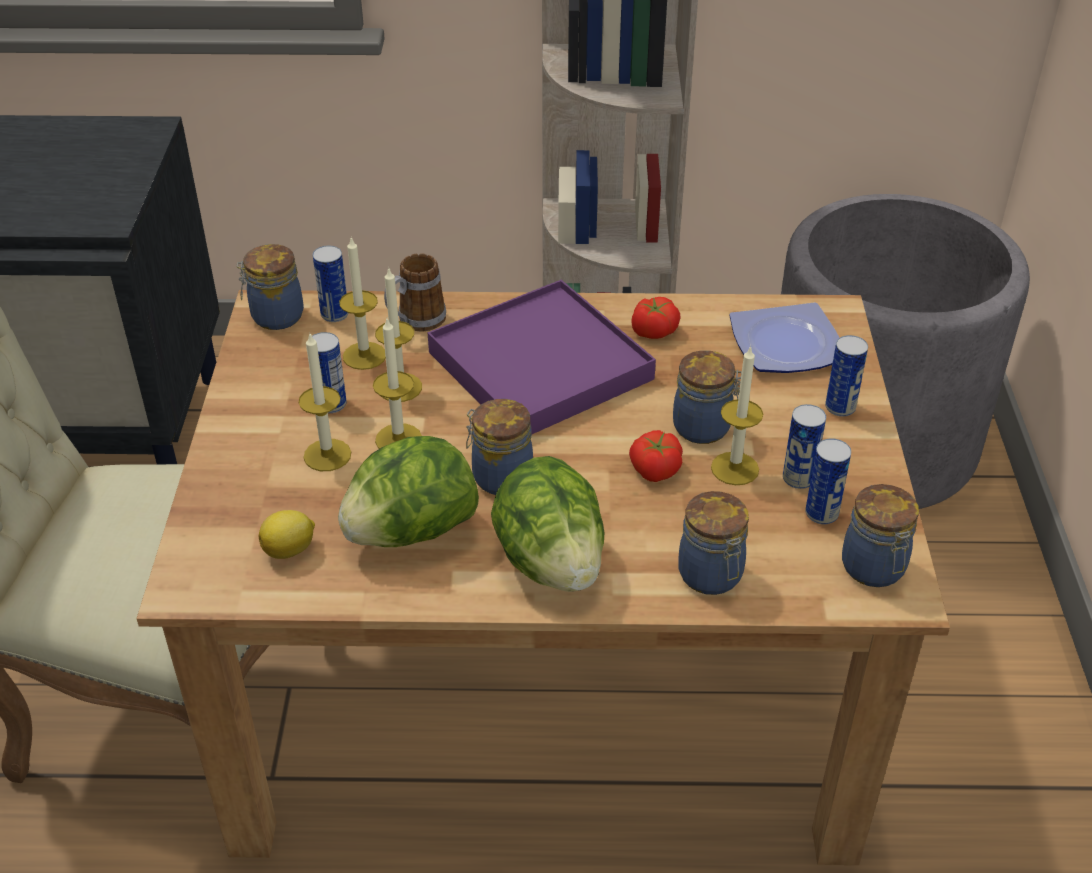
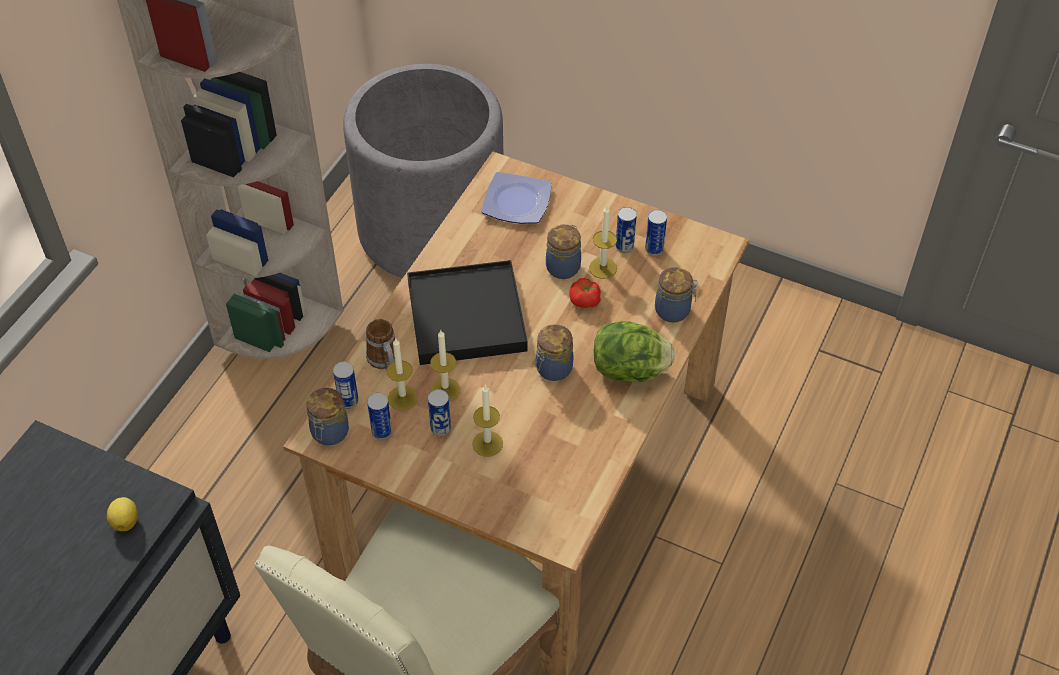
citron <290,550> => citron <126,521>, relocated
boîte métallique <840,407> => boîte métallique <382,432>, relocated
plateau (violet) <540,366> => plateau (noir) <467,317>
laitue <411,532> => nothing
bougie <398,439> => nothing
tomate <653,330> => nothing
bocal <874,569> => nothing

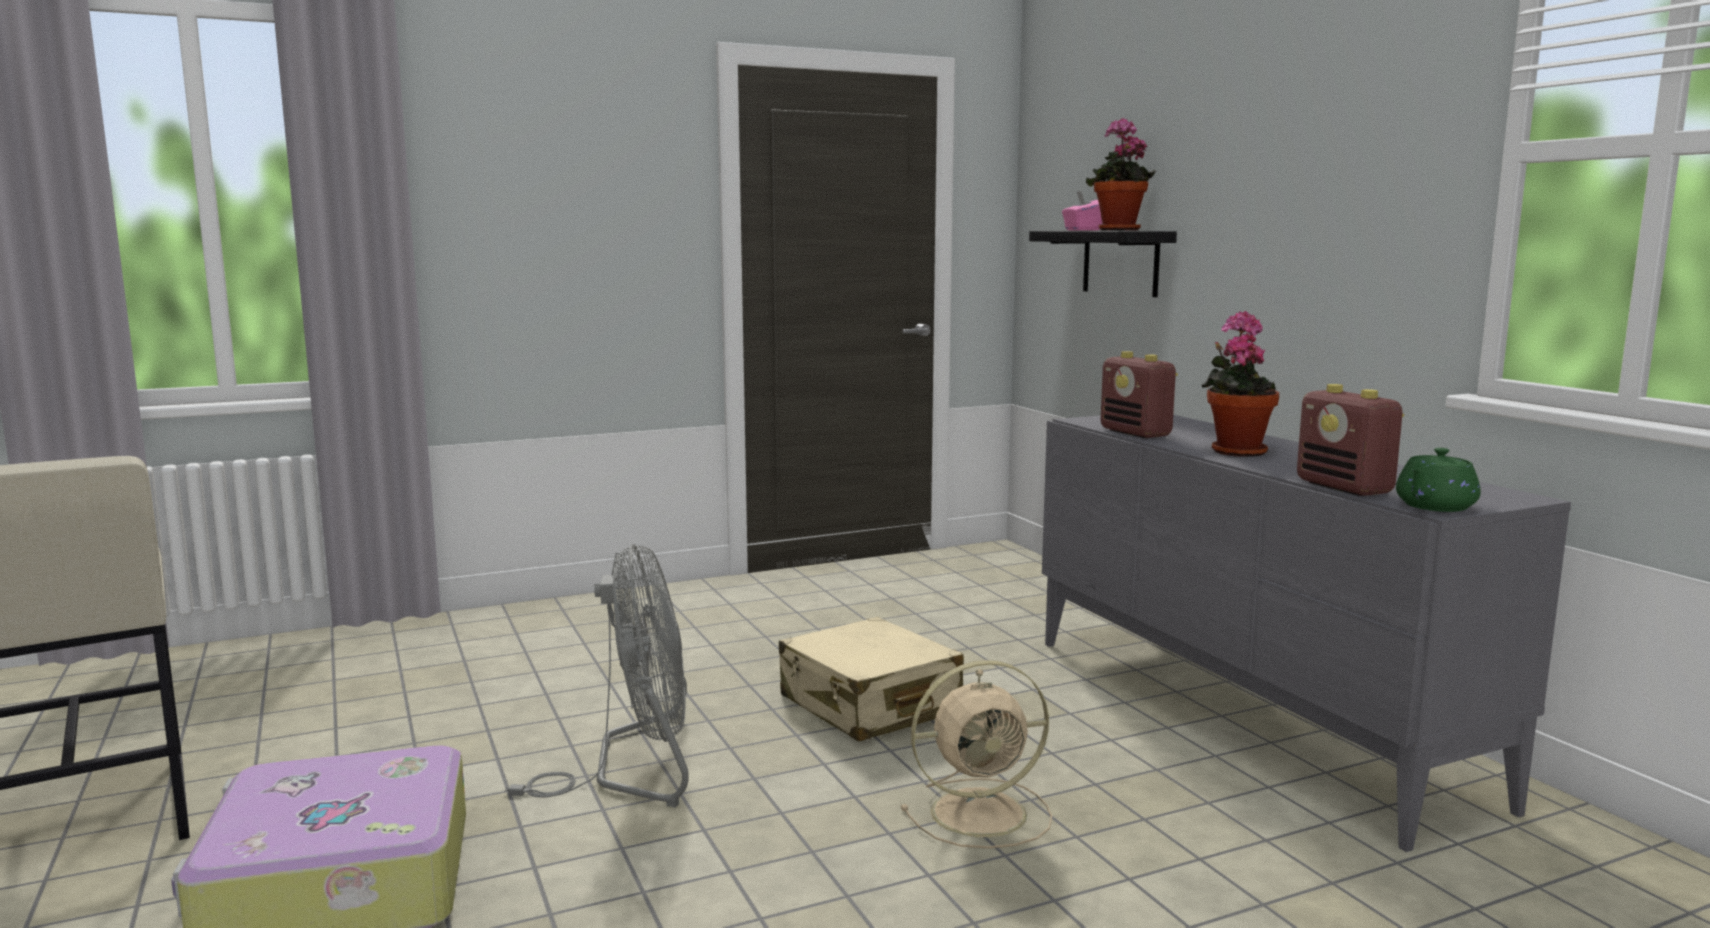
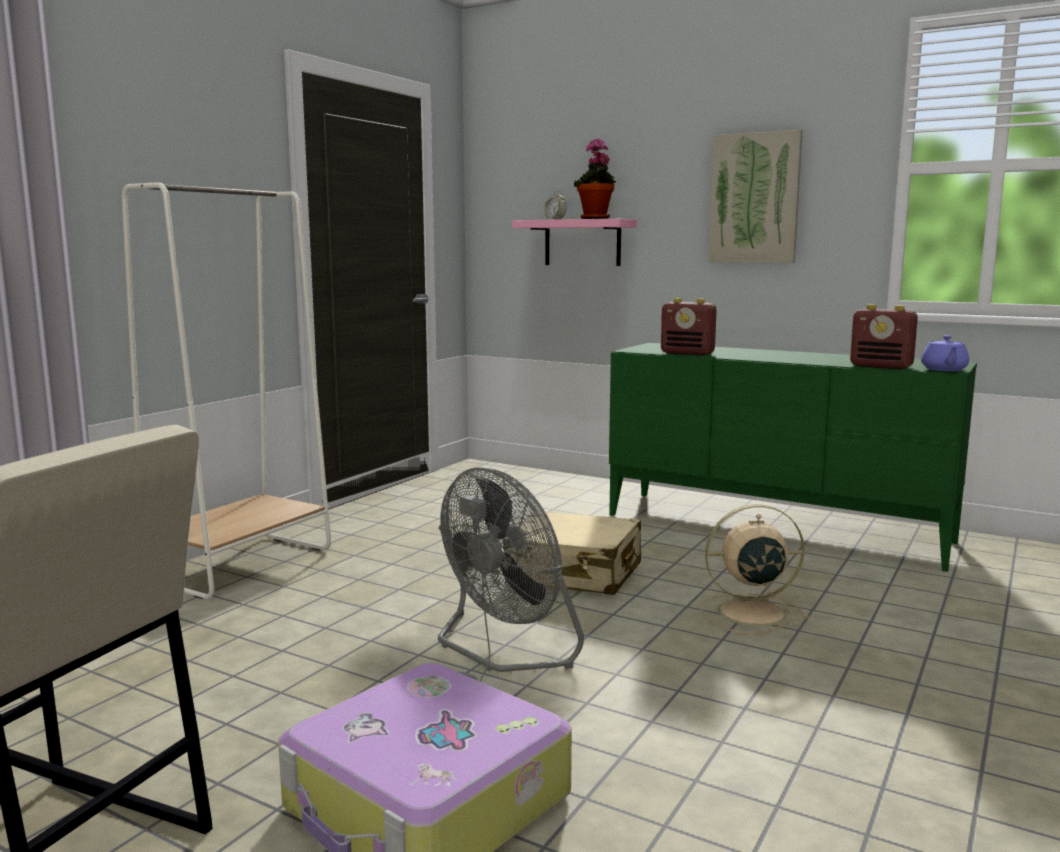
nothing => portant <241,566>
étagère (noir) <1120,262> => étagère (rose) <582,243>
boîte à mouchoirs (rose) <1082,230> => réveil <555,219>
commode (gris) <1247,716> => commode (vert) <777,528>
ventilateur (beige) <983,813> => ventilateur (beige) <748,613>, 135 degrees counterclockwise
nothing => tableau <755,198>
théière (vert) <1434,507> => théière (violet) <944,370>
plante en pot <1236,451> => nothing

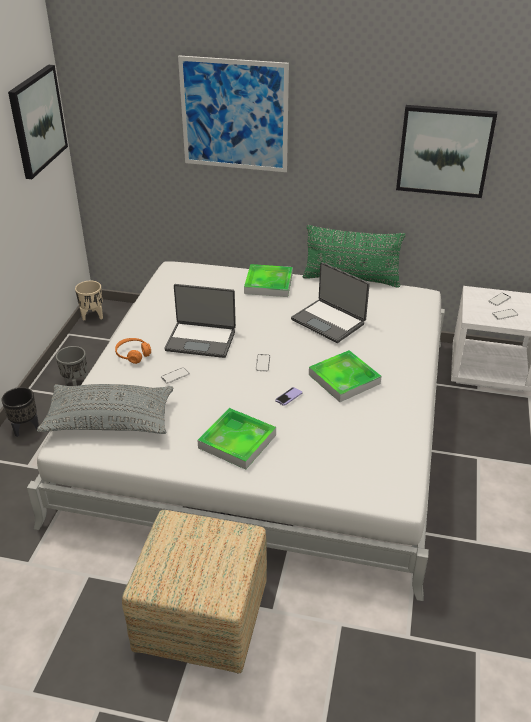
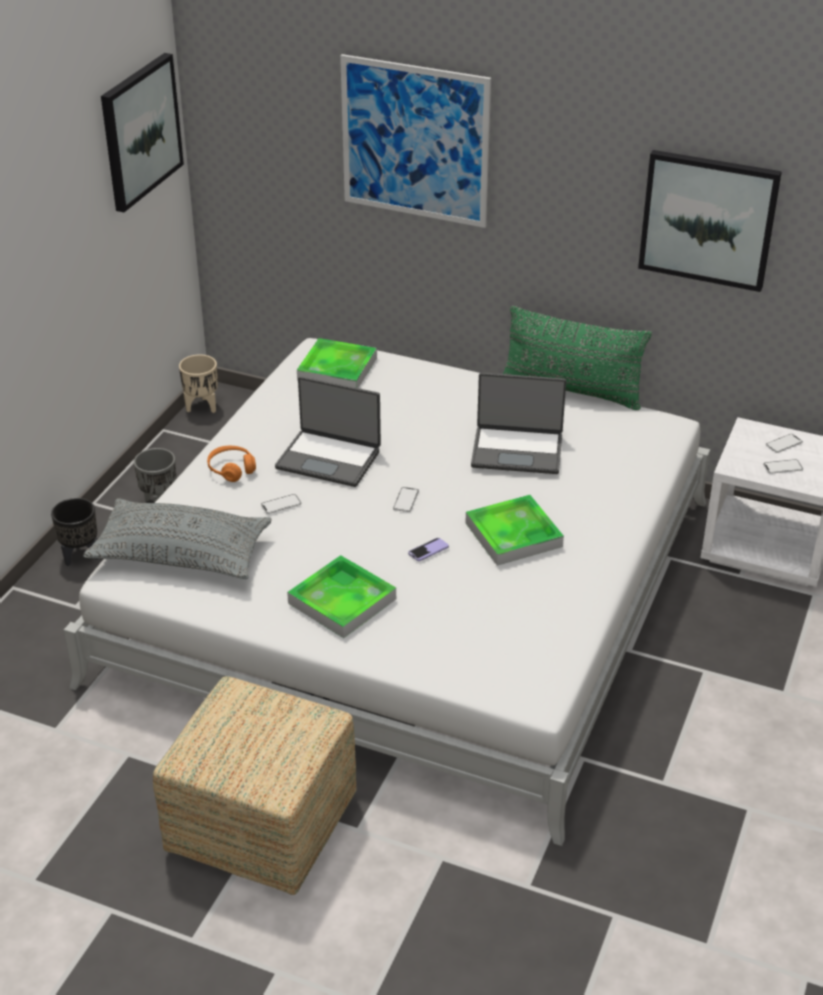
plateau <268,284> => plateau <337,369>, relocated
ordinateur portable <329,321> => ordinateur portable <517,450>, 45 degrees counterclockwise

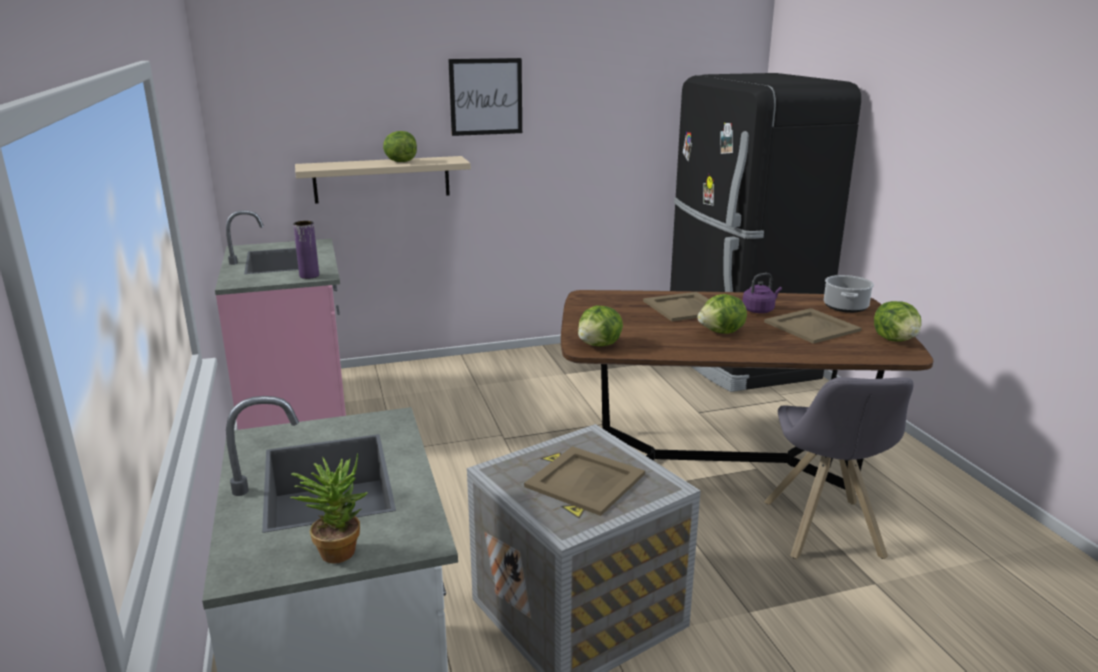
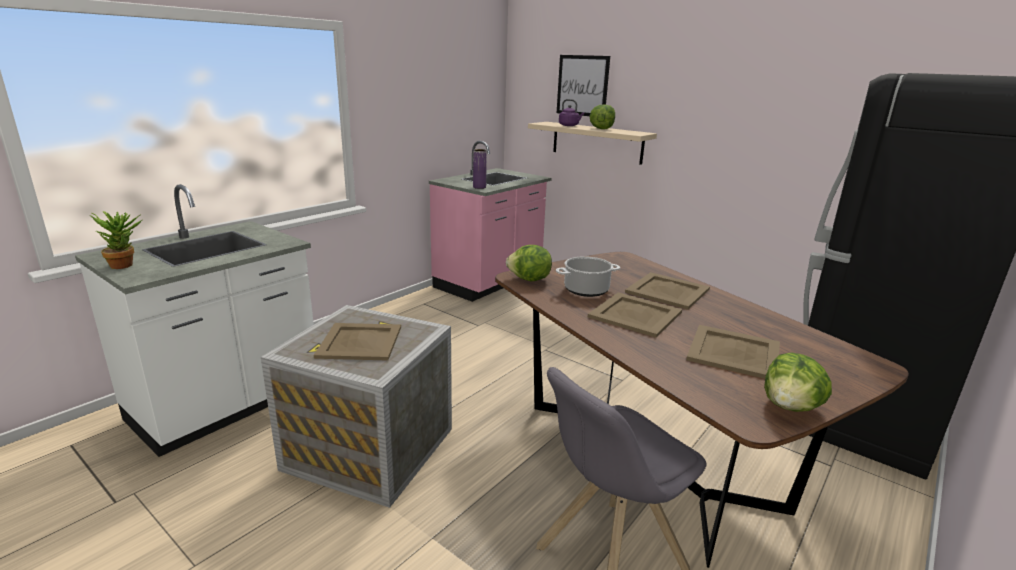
marmite <845,307> => marmite <586,290>, relocated
tableau <486,97> => tableau <582,85>, relocated
bouilloire (violet) <759,310> => bouilloire (violet) <569,125>, relocated
laitue <722,332> => plateau (beige) <635,315>

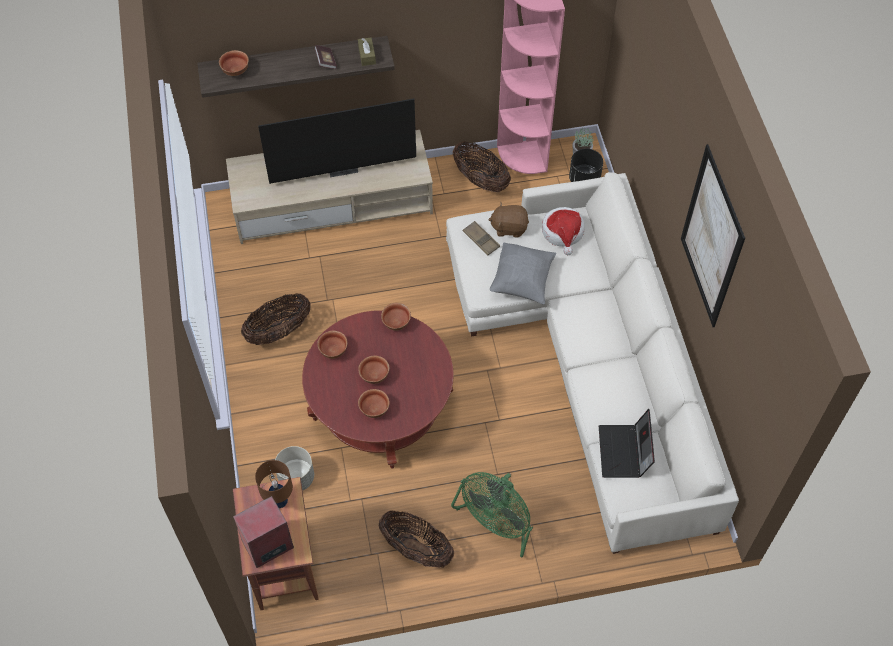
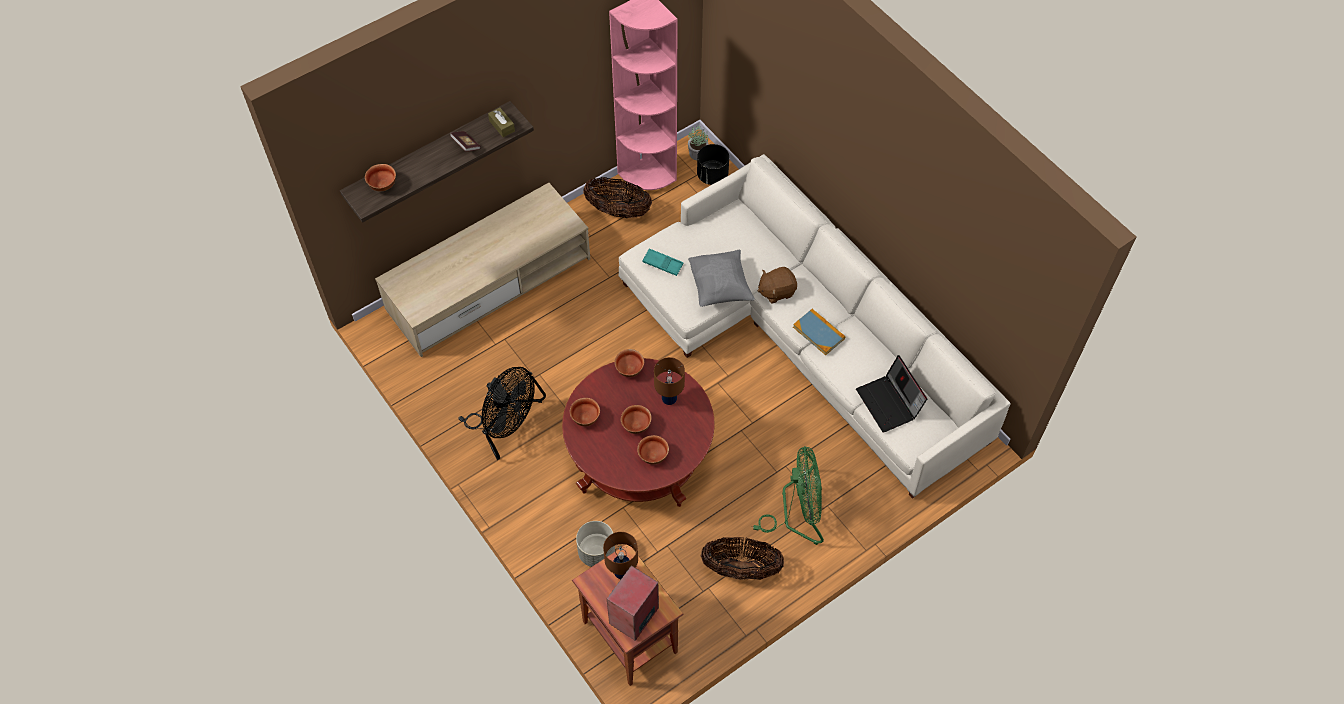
panier <279,331> => ventilateur (noir) <504,424>
plateau (marron) <481,240> => plateau (turquoise) <662,264>
nothing => lampe de table (marron) <669,398>
ventilateur (vert) <496,517> => ventilateur (vert) <796,510>, 105 degrees counterclockwise
peluche (marron) <509,227> => peluche (marron) <776,291>, relocated
nothing => livre <818,333>
téléviseur <343,167> => nothing
chapeau <563,232> => nothing
tableau <711,238> => nothing

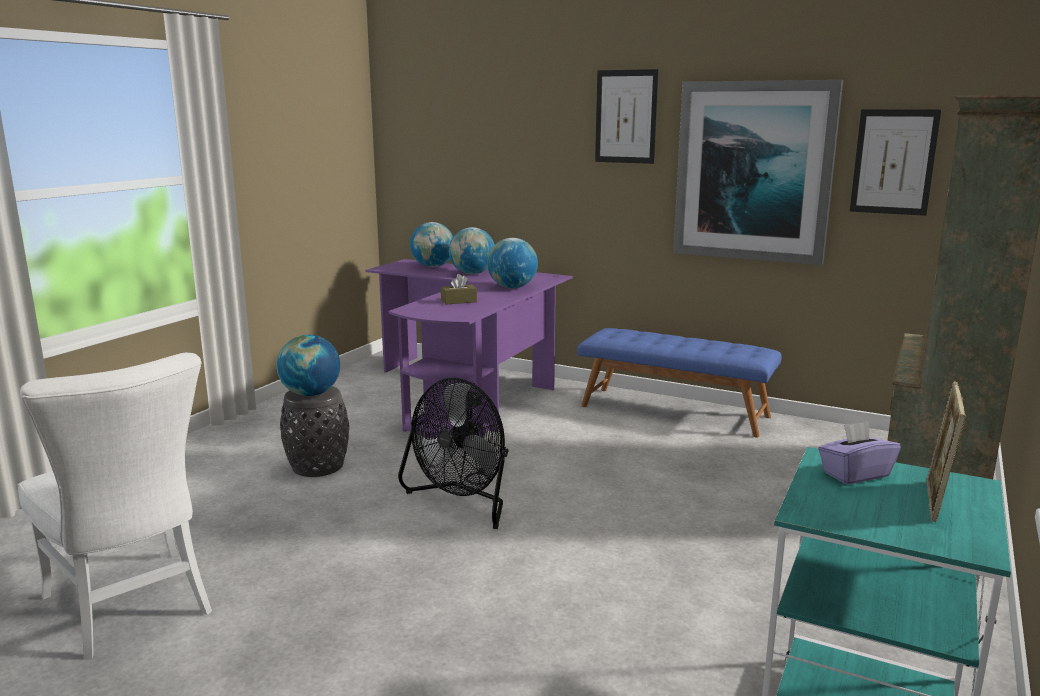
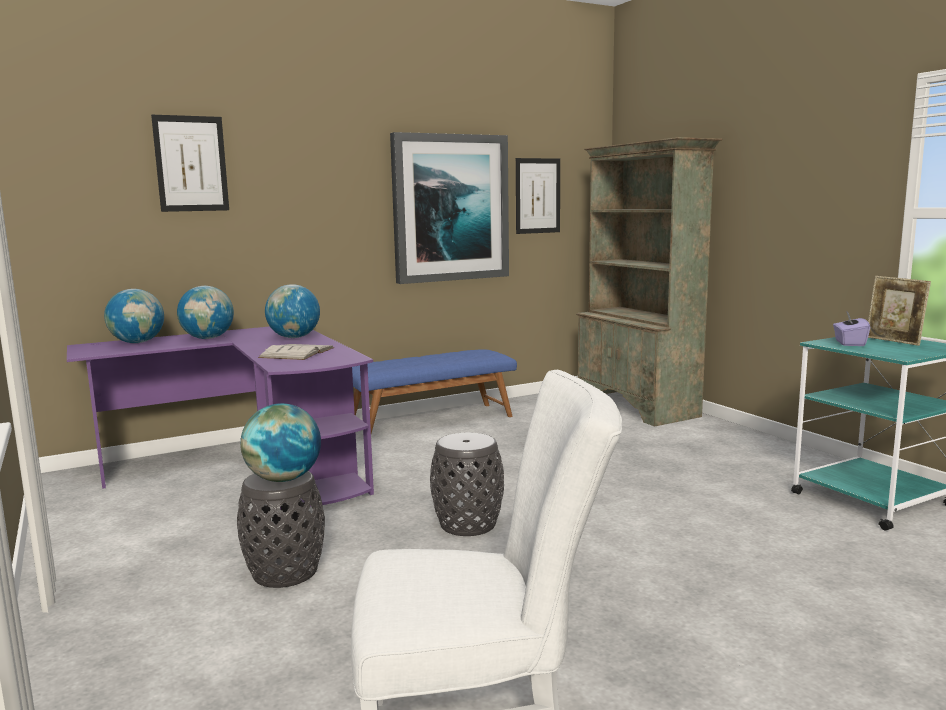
tableau <626,116> => tableau <191,164>, relocated
boîte à mouchoirs (marron) <459,301> => livre (blanc) <297,352>
ventilateur (noir) <463,499> => tabouret (gris) <468,524>

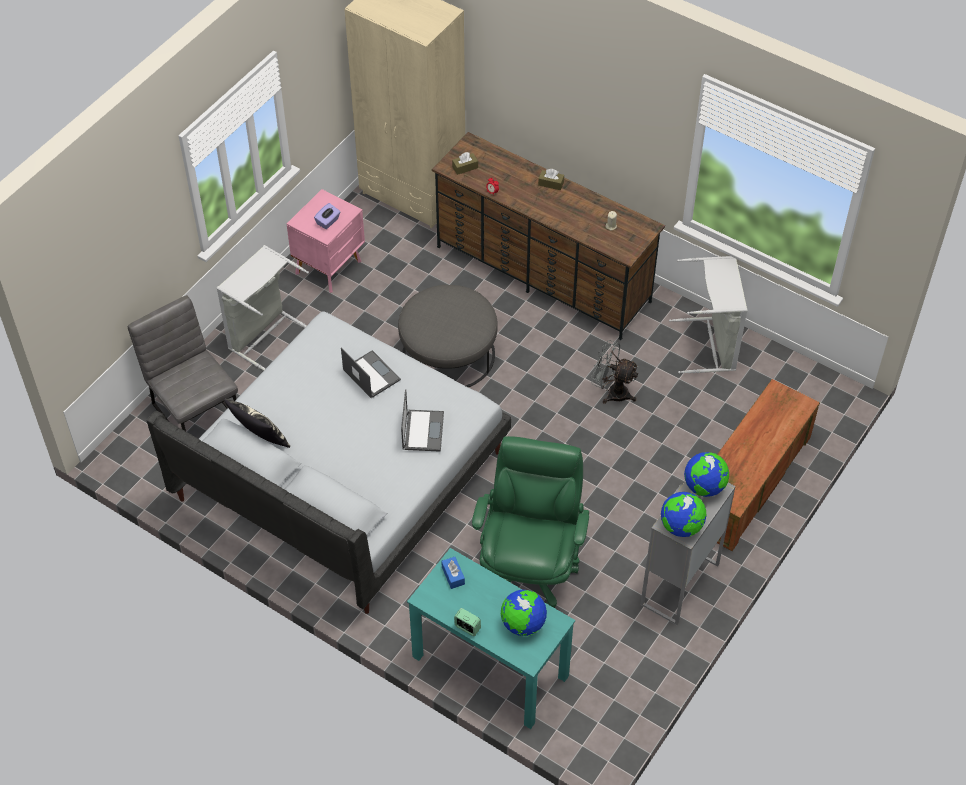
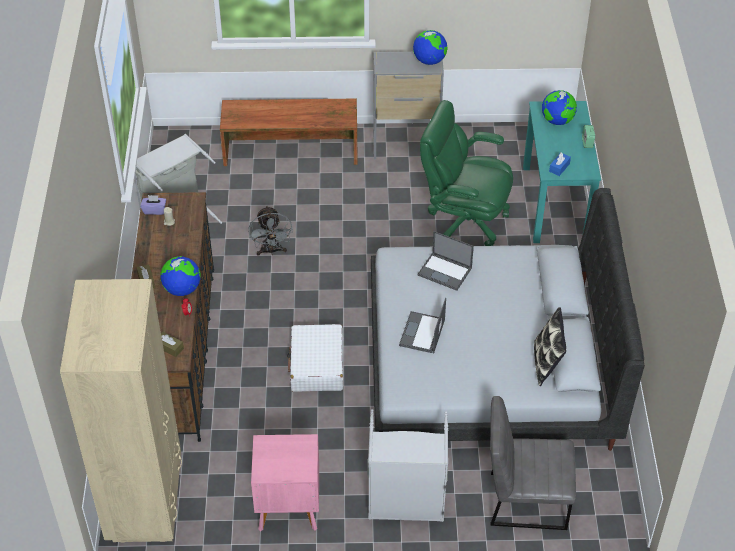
boîte à mouchoirs (violet) <328,221> => boîte à mouchoirs (violet) <154,210>, relocated
globe <704,487> => globe <182,289>, relocated
pouf (gris) <448,354> => valise (blanc) <317,365>
ordinateur portable <423,430> => ordinateur portable <445,271>, 120 degrees counterclockwise
chaise de bureau (vert) <530,567> => chaise de bureau (vert) <464,221>, 45 degrees clockwise
chaise (gris) <195,411> => chaise (gris) <525,500>, 75 degrees clockwise

